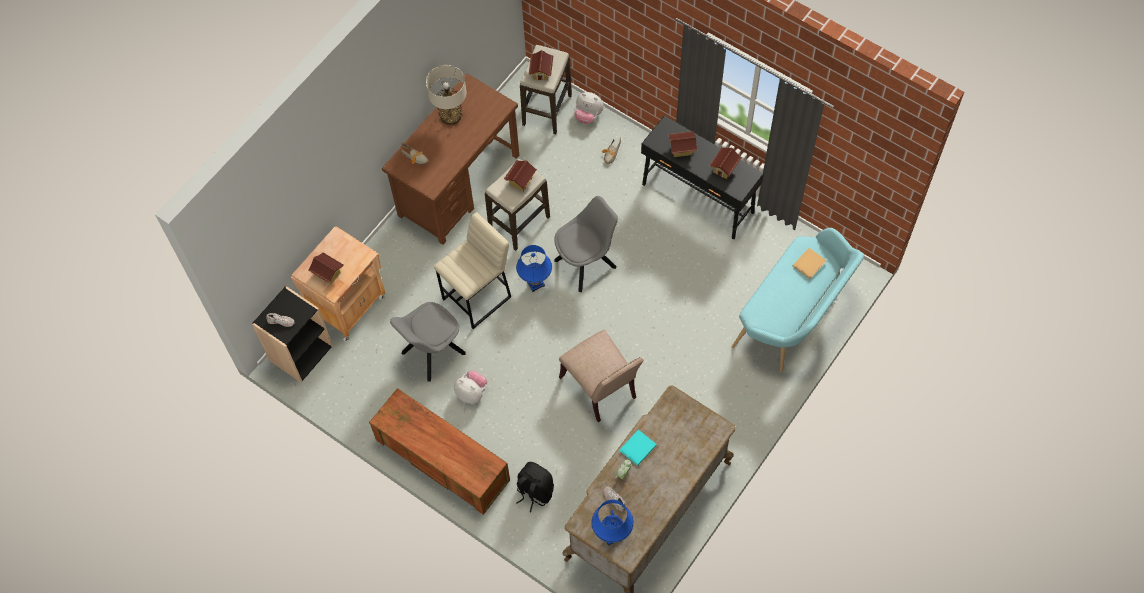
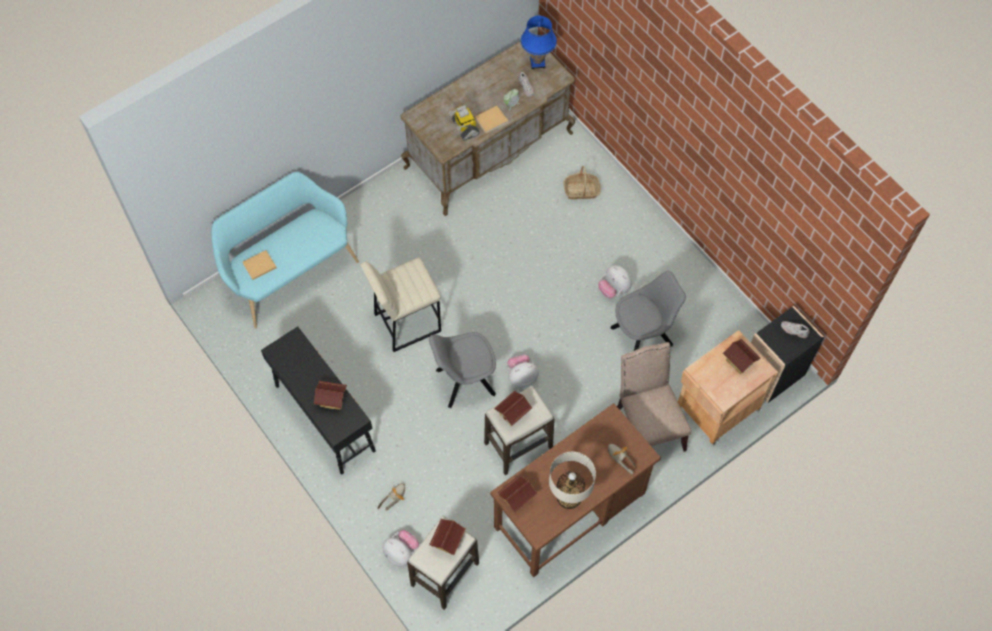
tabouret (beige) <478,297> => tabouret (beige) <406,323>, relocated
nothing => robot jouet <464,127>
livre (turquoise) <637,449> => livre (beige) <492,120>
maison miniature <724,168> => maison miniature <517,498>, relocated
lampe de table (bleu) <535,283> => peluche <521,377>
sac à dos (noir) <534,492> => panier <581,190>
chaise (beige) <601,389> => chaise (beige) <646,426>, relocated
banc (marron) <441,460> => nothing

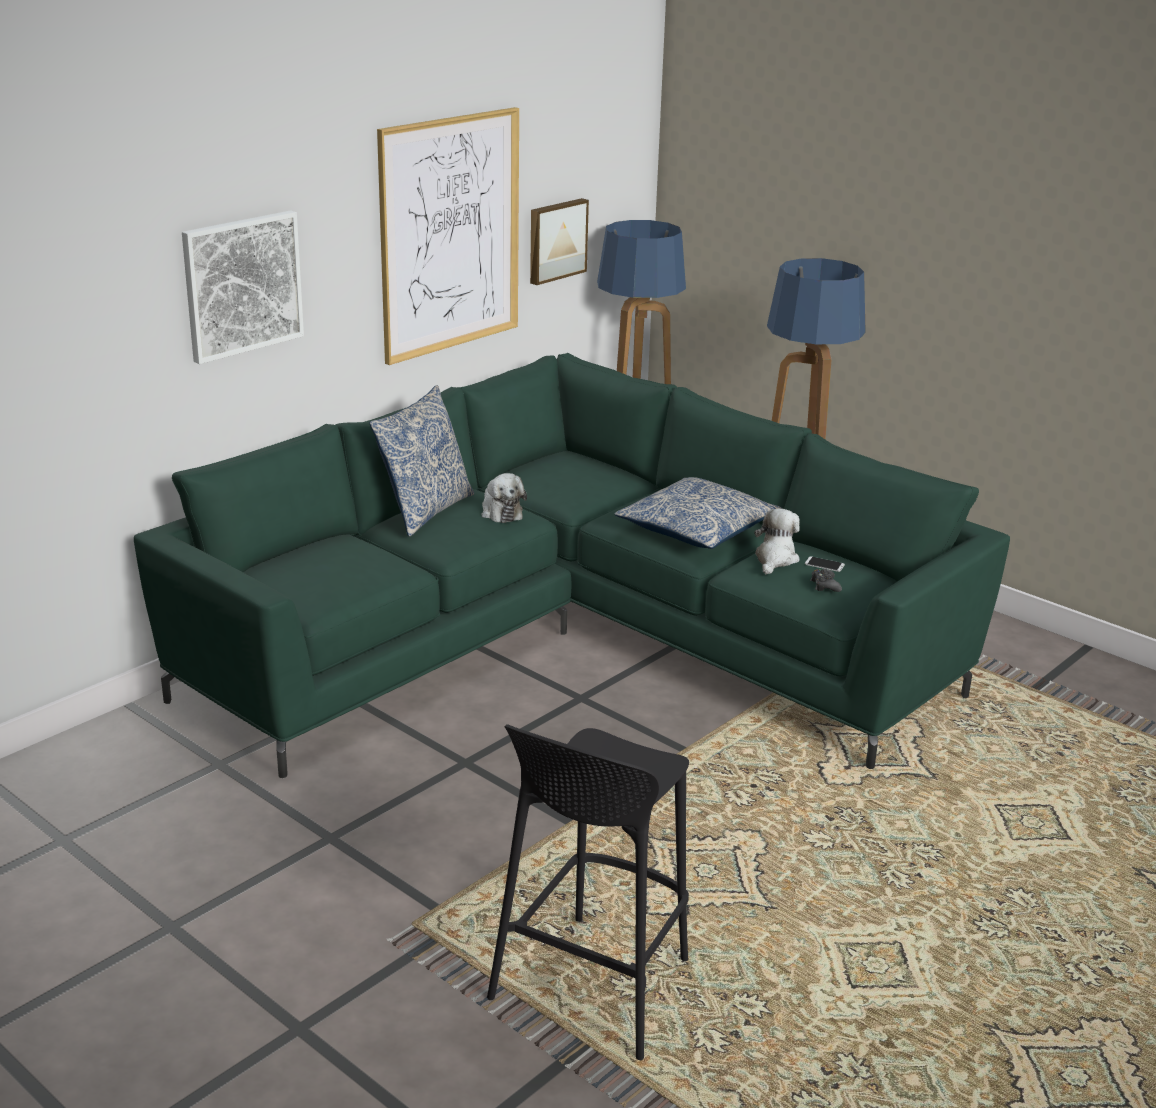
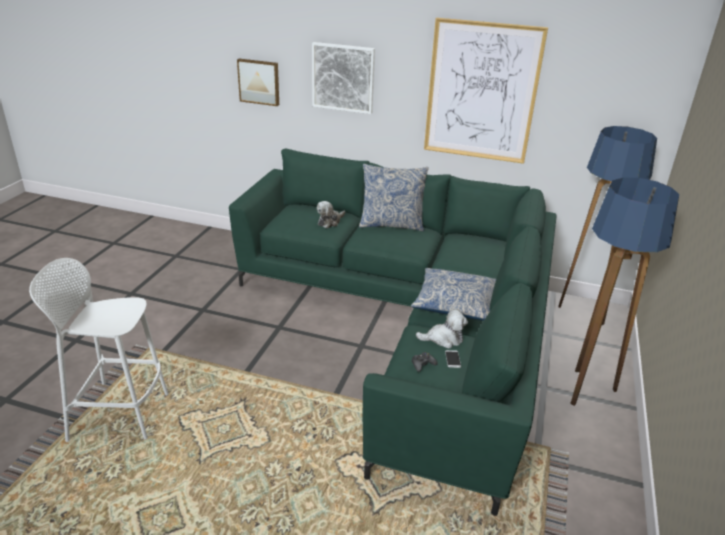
tabouret (noir) <595,986> => tabouret (blanc) <118,413>
tableau <556,240> => tableau <259,81>, relocated
peluche <500,512> => peluche <330,222>, relocated

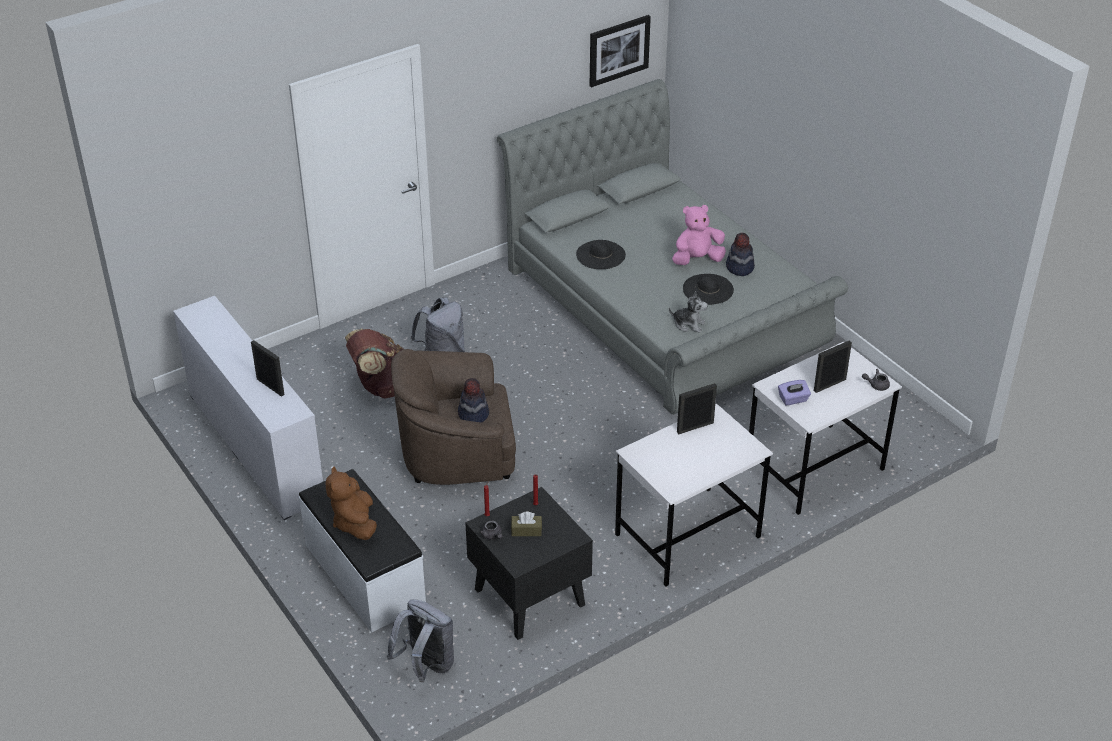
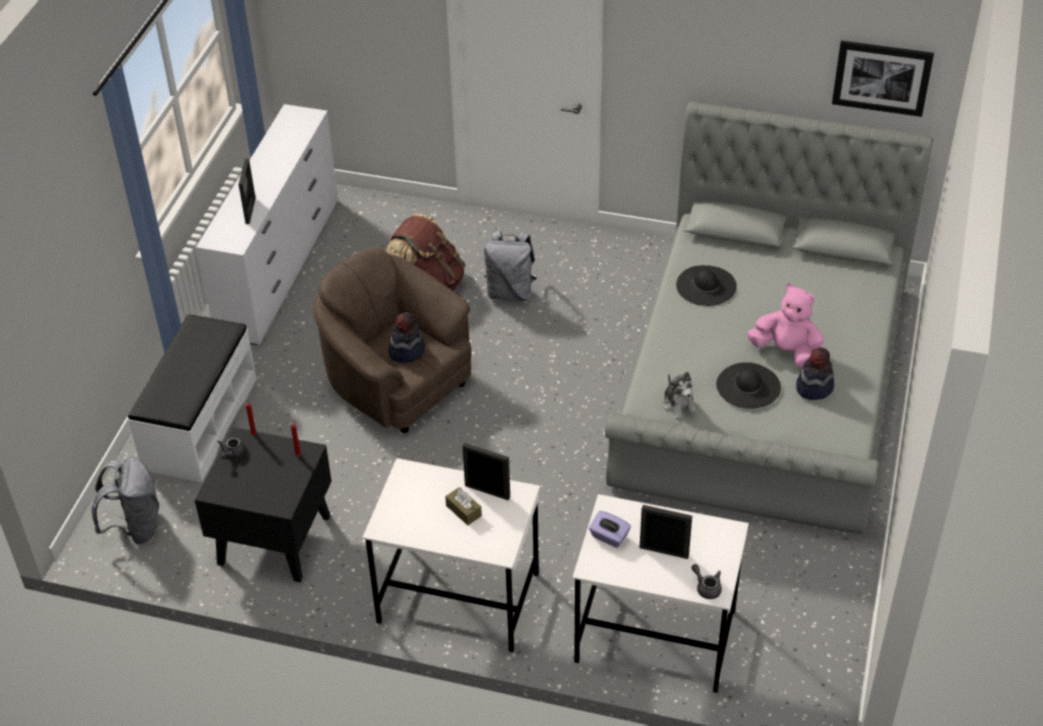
boîte à mouchoirs (marron) <526,530> => boîte à mouchoirs (marron) <463,511>, relocated
peluche (marron) <355,523> => nothing

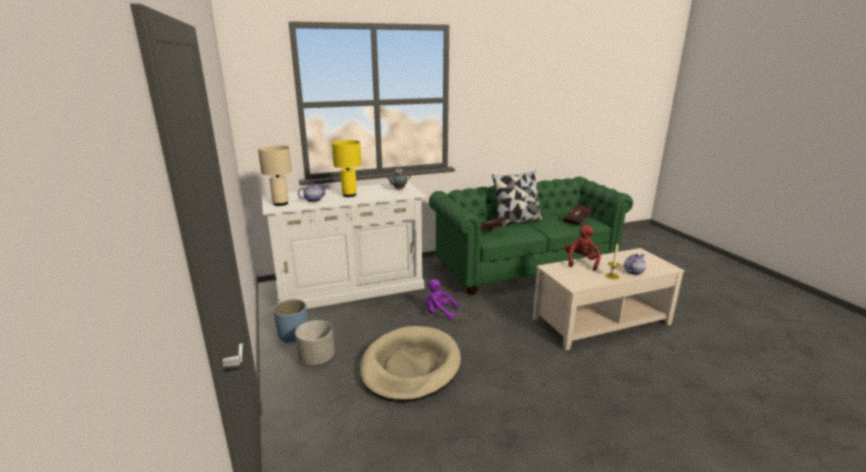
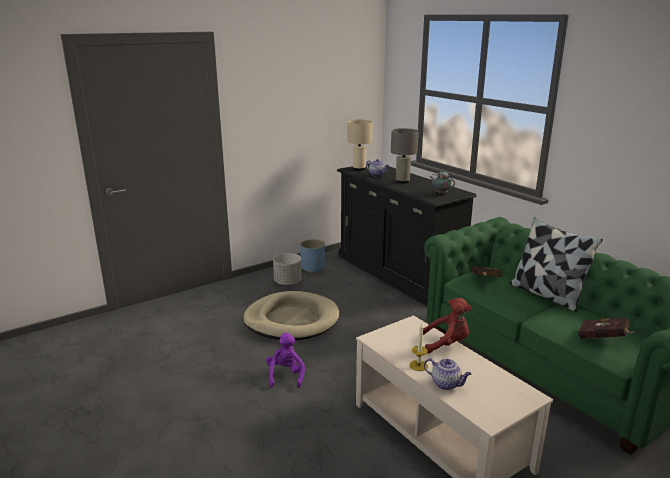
peluche (violet) <439,312> => peluche (violet) <286,376>, relocated
meuble de rangement (blanc) <351,288> => meuble de rangement (noir) <398,273>
lampe de table (jaune) <349,195> => lampe de table (gris) <402,182>

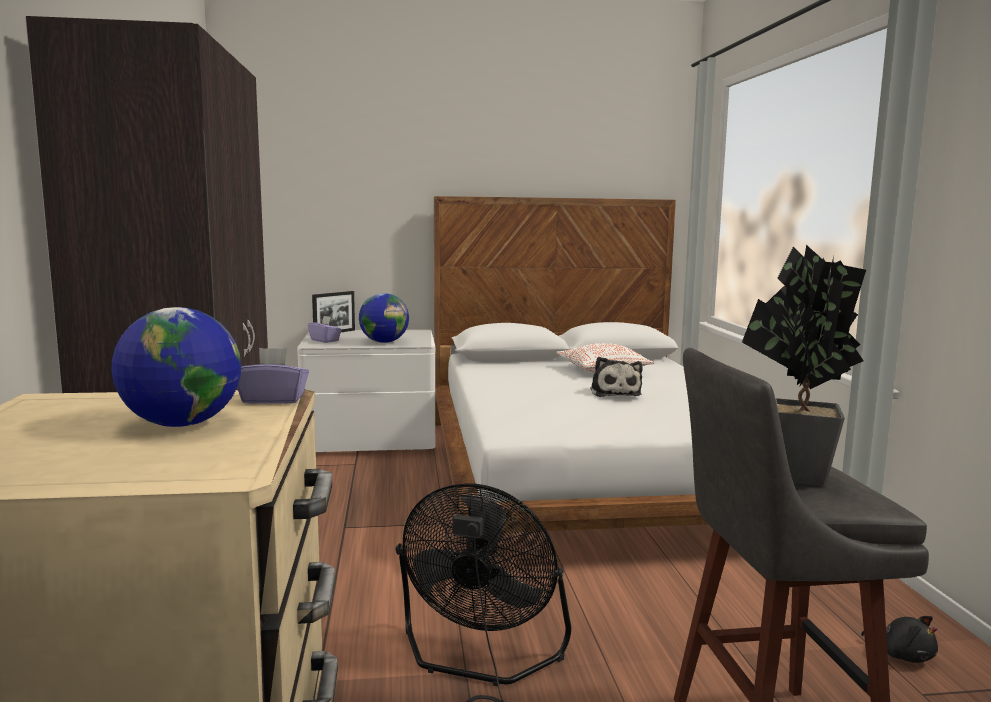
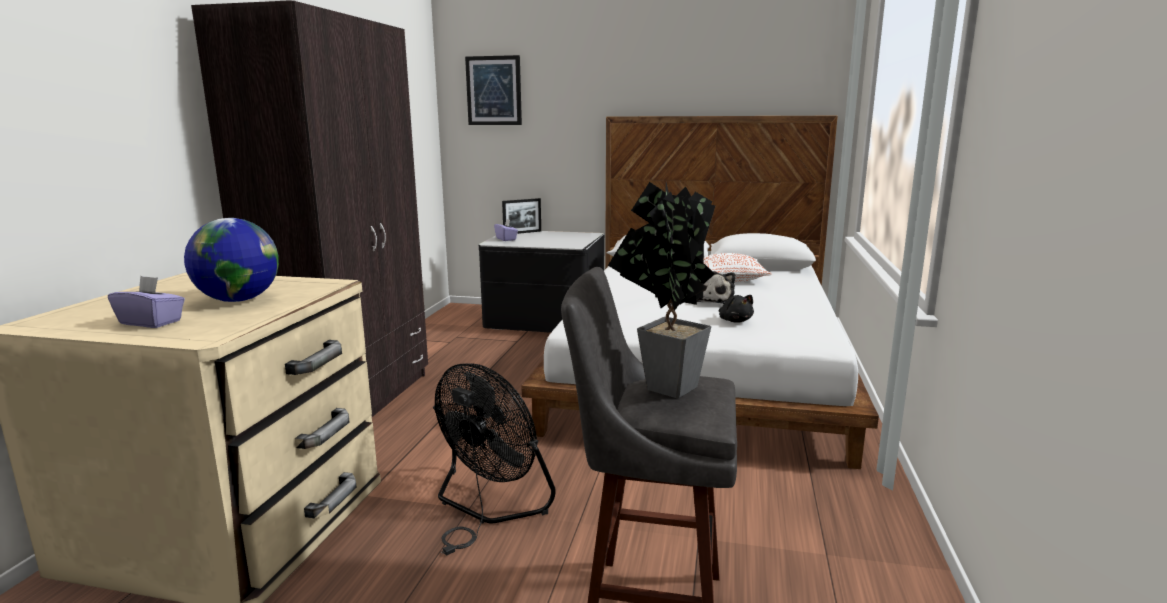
boîte à mouchoirs (violet) <273,399> => boîte à mouchoirs (violet) <151,322>, relocated
nothing => tableau <494,91>
table de chevet (blanc) <371,438> => table de chevet (noir) <545,322>
peluche (noir) <903,655> => peluche (noir) <735,321>, relocated
globe <384,342> => nothing

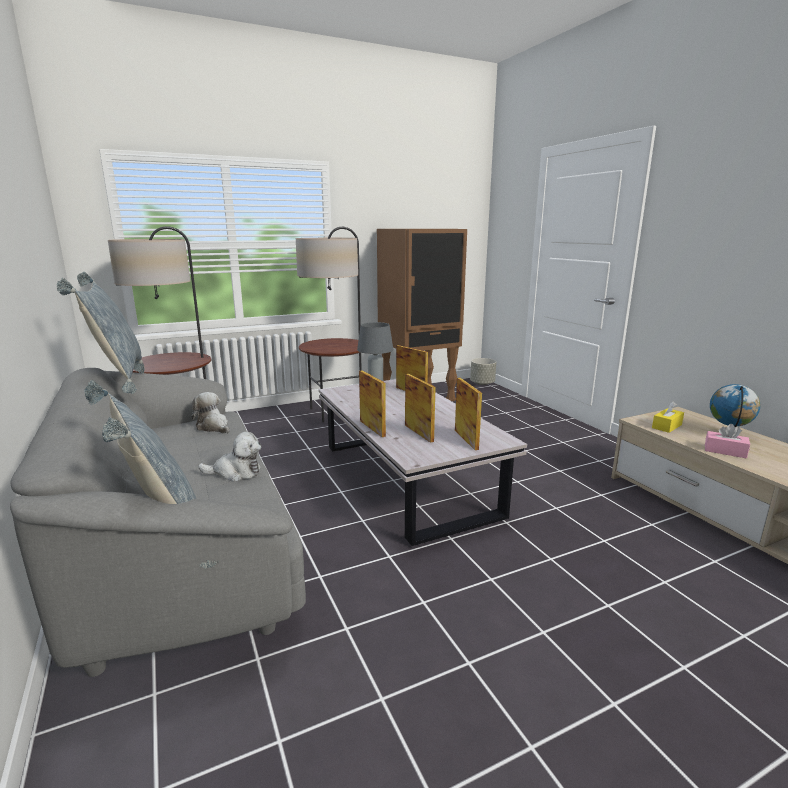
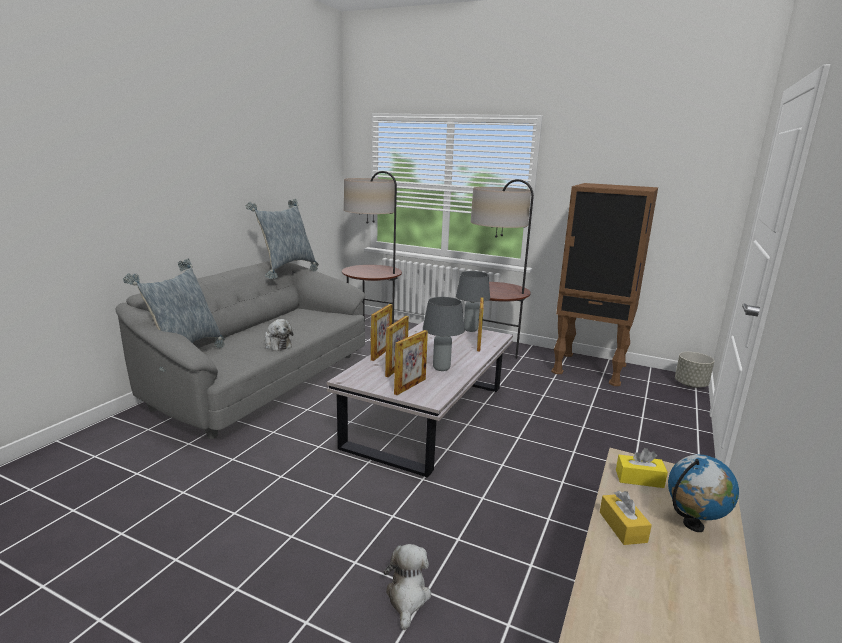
peluche <213,427> => peluche <407,597>, relocated
nothing => lampe de table (gris) <441,368>
boîte à mouchoirs (rose) <725,451> => boîte à mouchoirs (jaune) <622,527>

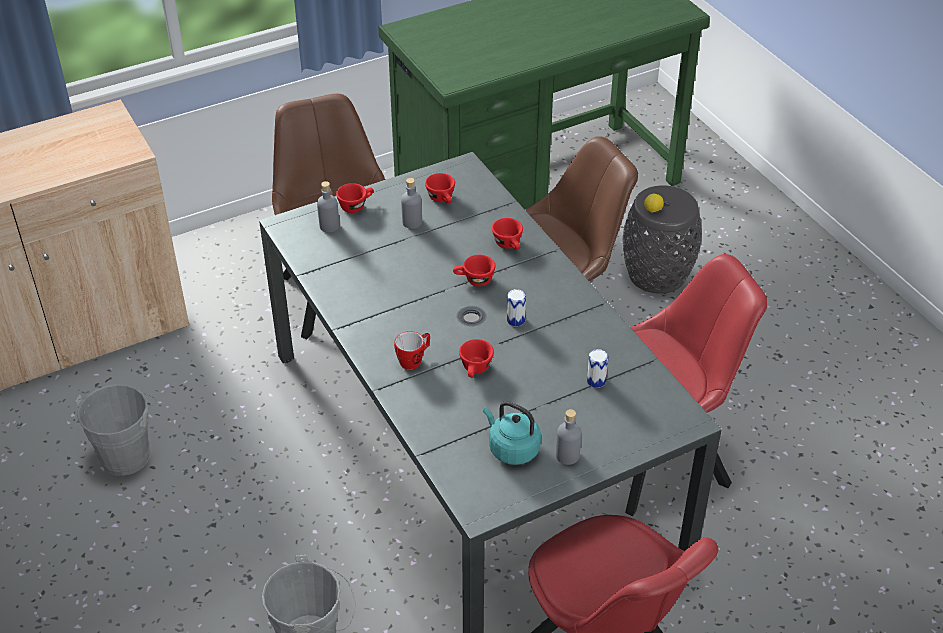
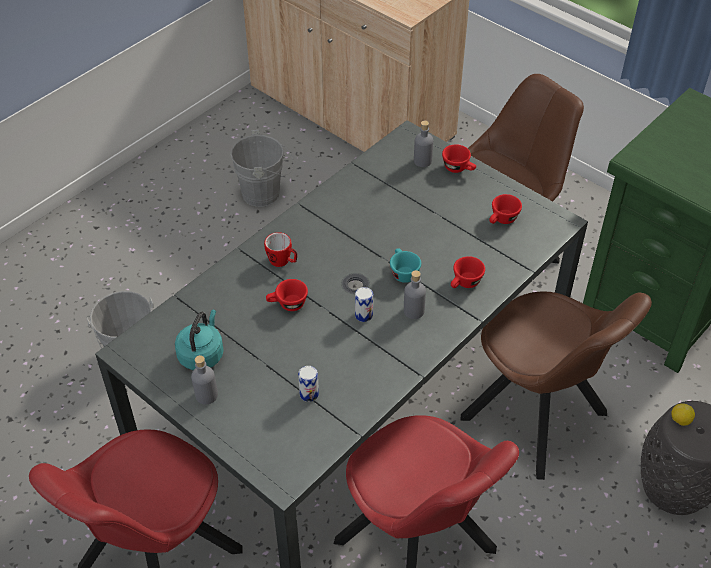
tasse (rouge) <474,280> => tasse (turquoise) <402,272>
bouteille (gris) <412,222> => bouteille (gris) <413,311>, relocated

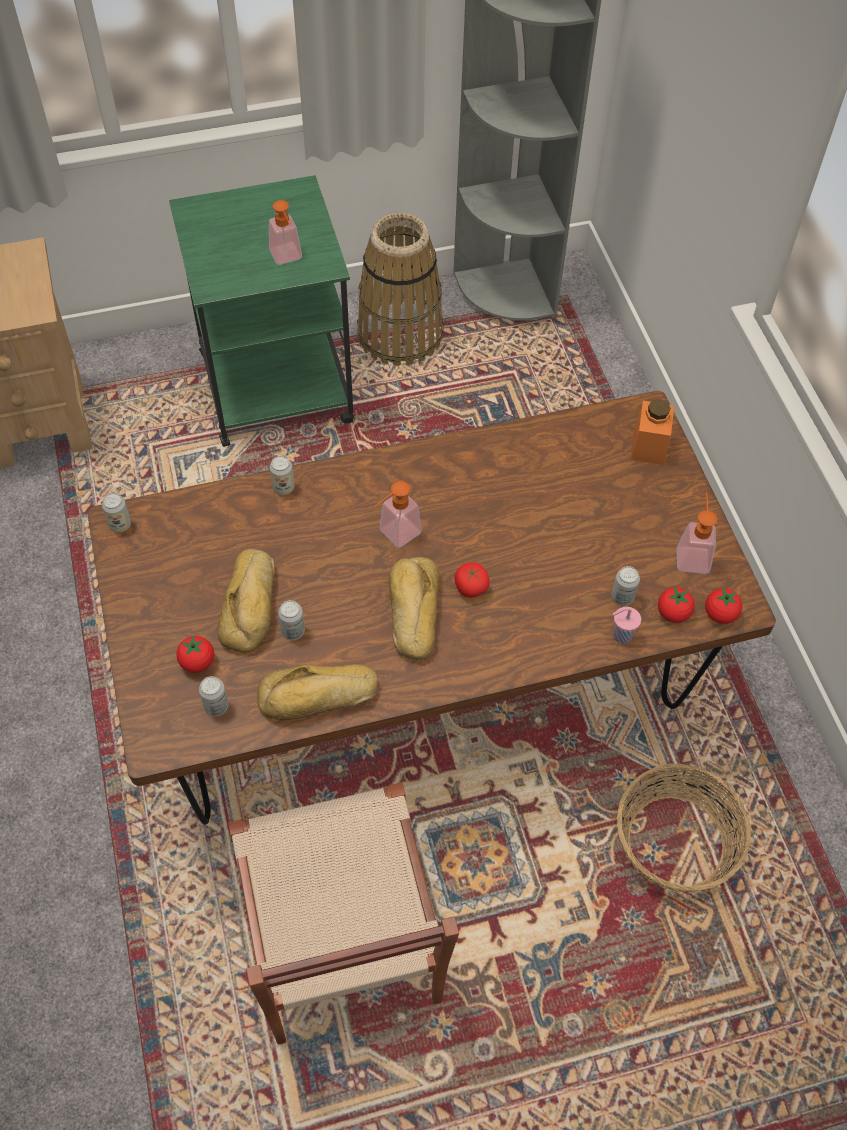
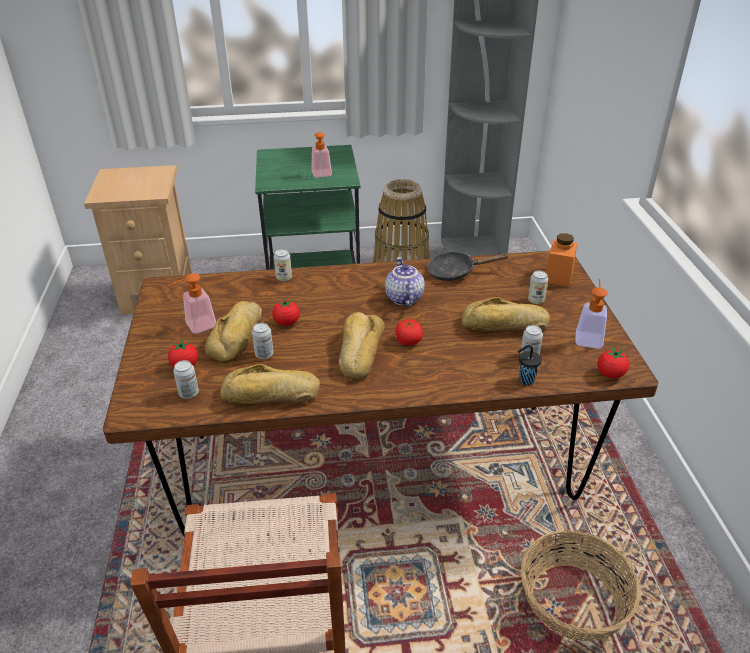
distributeur de savon <394,535> => distributeur de savon <196,327>, relocated
tomate <673,613> => tomate <287,323>, relocated
nothing => théière <403,298>
nothing => poêle (noir) <456,272>
nothing => pain <504,326>
tasse (rose) <621,636> => tasse (noir) <525,380>
boîte métallique <120,524> => boîte métallique <536,300>, relocated

